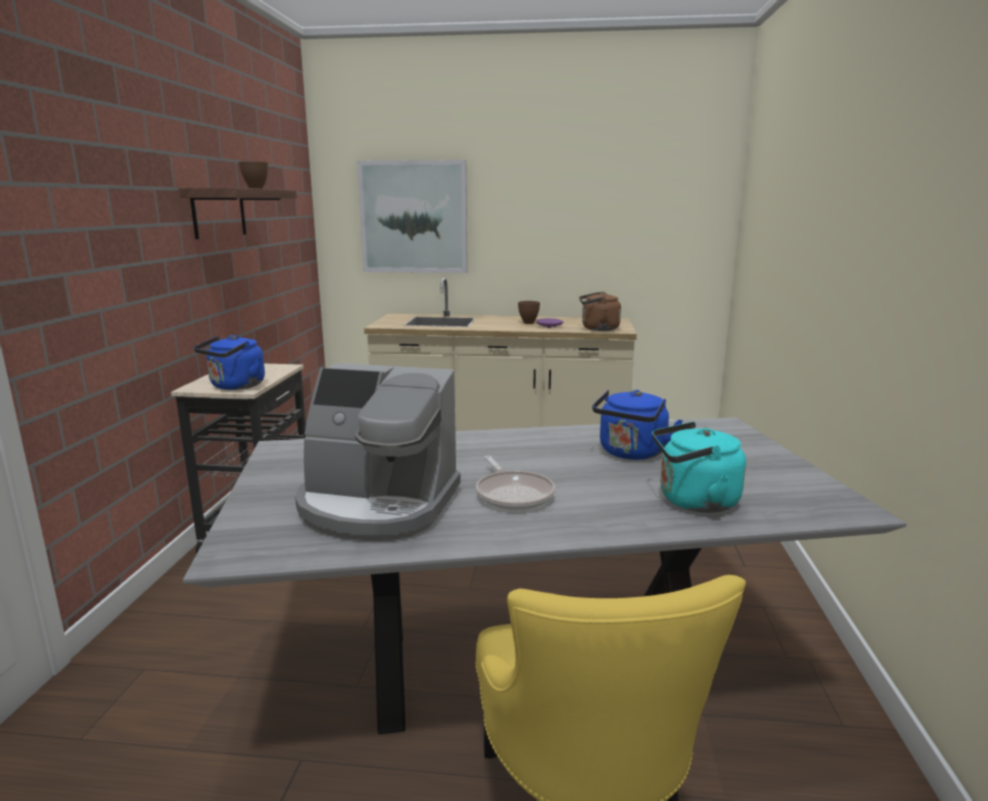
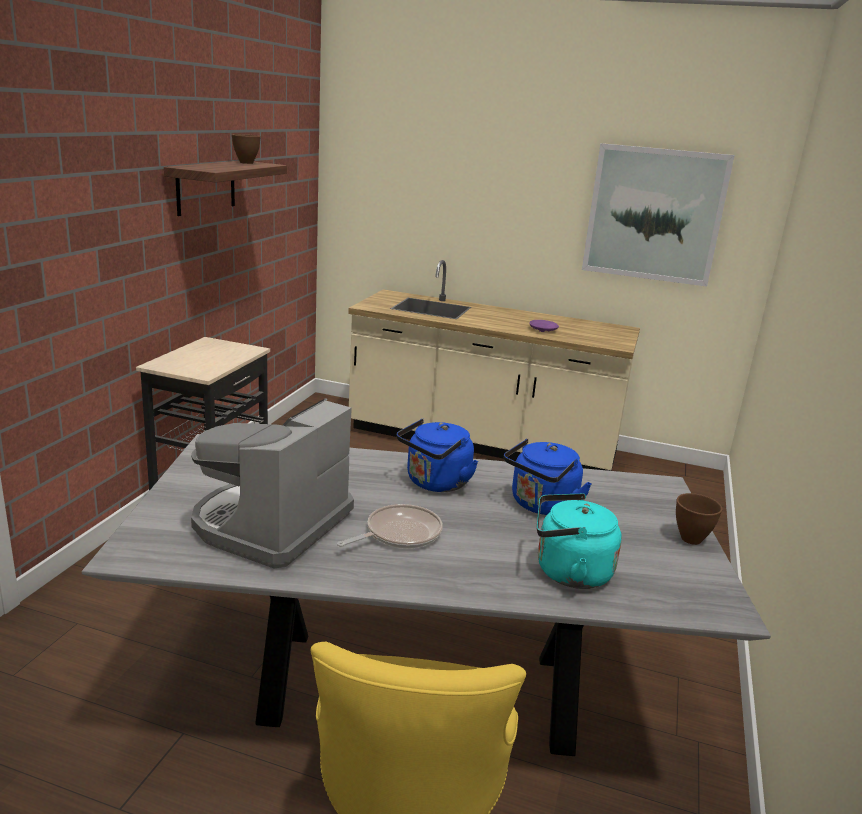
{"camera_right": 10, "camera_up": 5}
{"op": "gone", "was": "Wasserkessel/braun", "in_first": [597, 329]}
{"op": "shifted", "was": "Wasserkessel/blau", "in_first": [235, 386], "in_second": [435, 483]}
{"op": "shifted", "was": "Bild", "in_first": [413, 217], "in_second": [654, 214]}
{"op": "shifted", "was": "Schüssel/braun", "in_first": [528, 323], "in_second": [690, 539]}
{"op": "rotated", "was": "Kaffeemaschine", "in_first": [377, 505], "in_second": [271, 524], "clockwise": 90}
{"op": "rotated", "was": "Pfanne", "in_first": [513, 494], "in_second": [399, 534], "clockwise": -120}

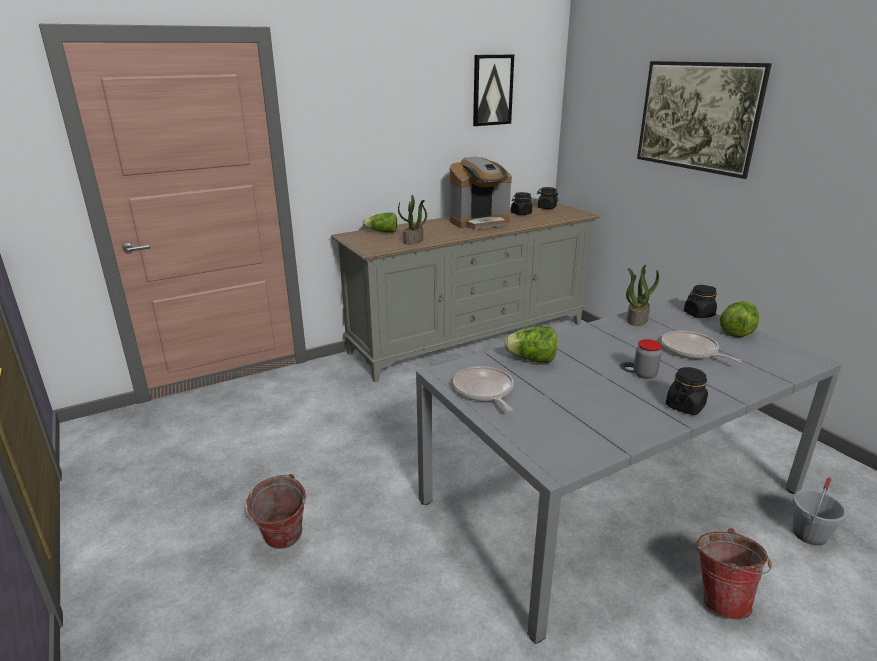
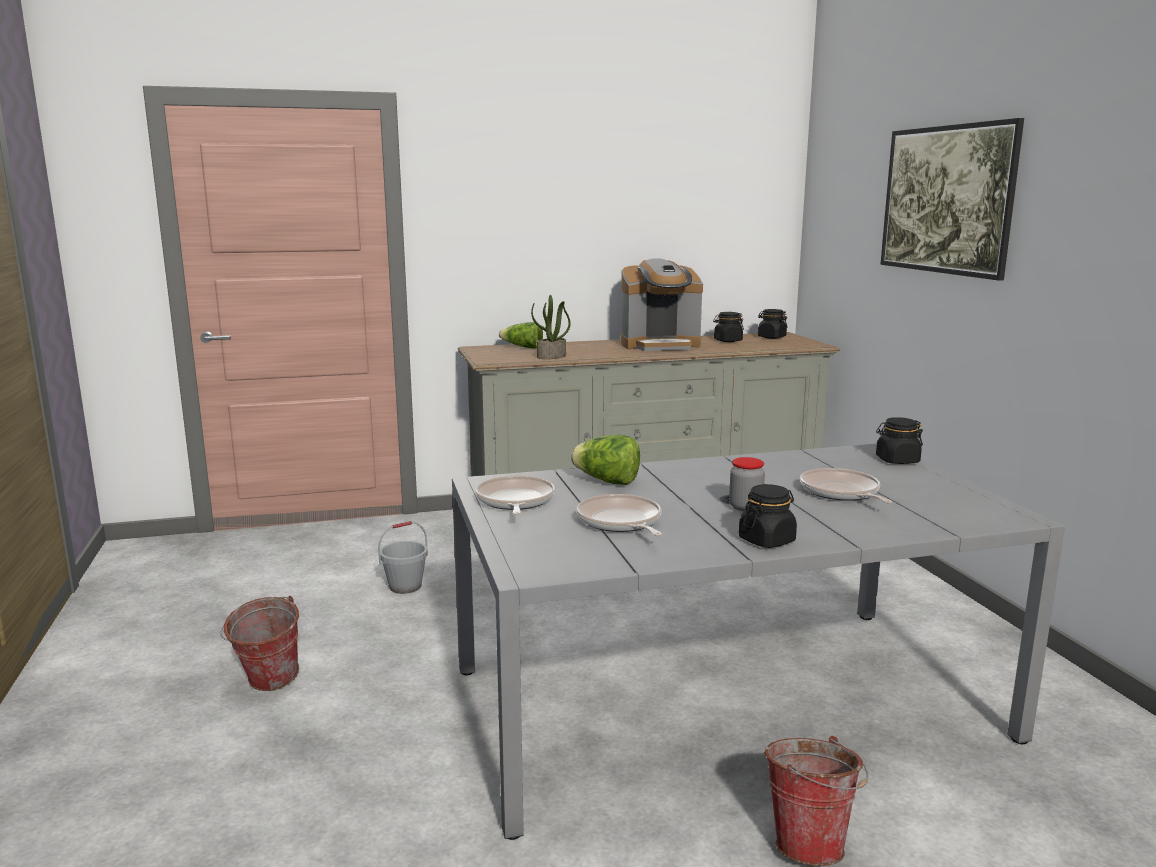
{"camera_right": 15, "camera_up": -10}
{"op": "gone", "was": "Bild", "in_first": [492, 90]}
{"op": "gone", "was": "Topfpflanze", "in_first": [636, 319]}
{"op": "gone", "was": "Salatkopf", "in_first": [737, 331]}
{"op": "new", "now": "Pfanne", "in_second": [620, 522]}
{"op": "shifted", "was": "Eimer/grau", "in_first": [809, 534], "in_second": [405, 586]}

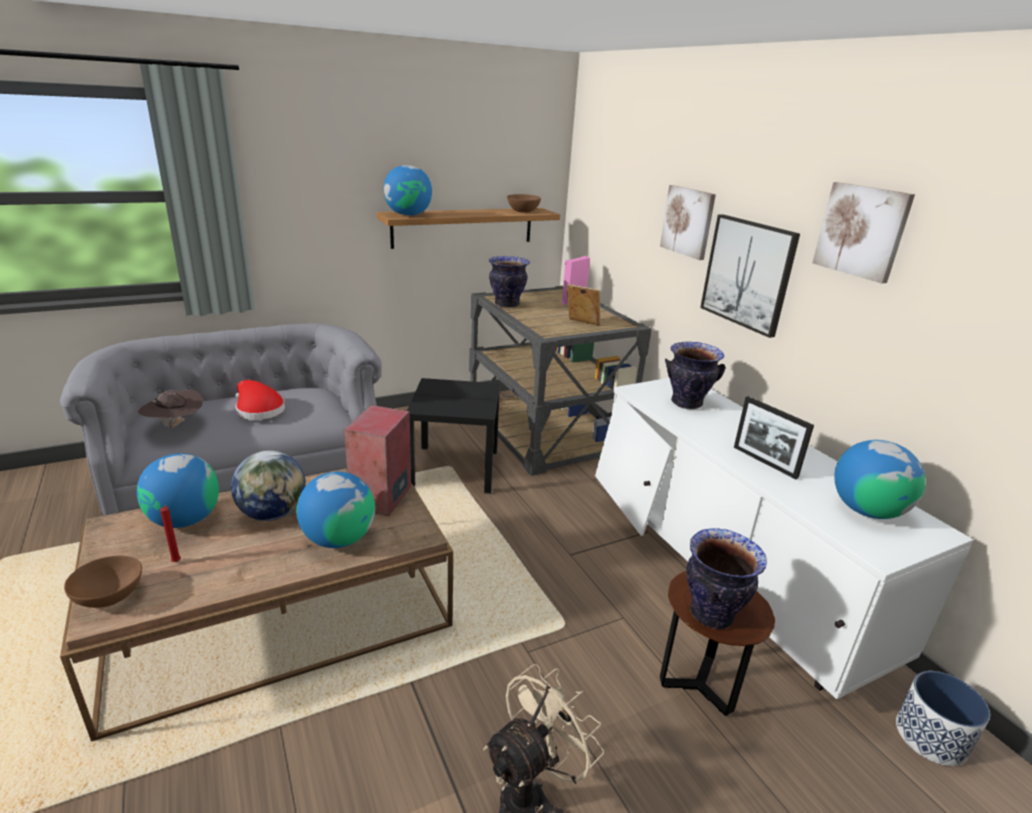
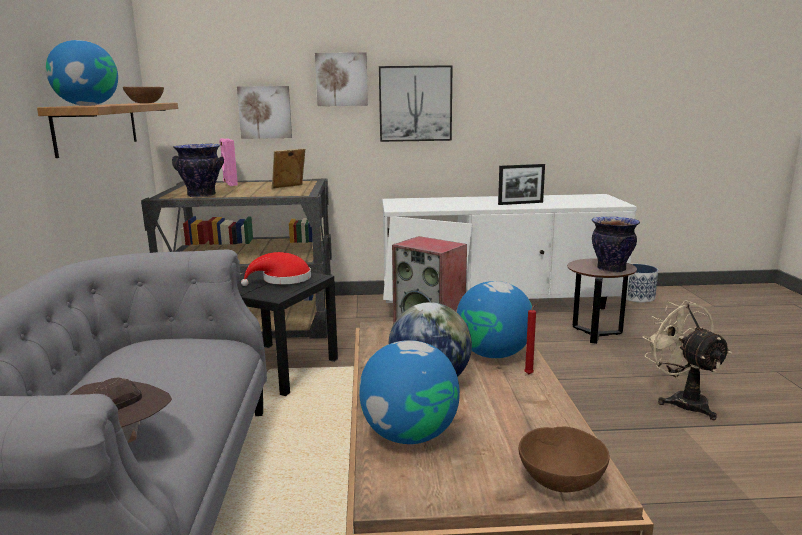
{"camera_right": -65, "camera_up": -10}
{"op": "gone", "was": "Vase", "in_first": [687, 403]}
{"op": "gone", "was": "Globus", "in_first": [866, 510]}
{"op": "shifted", "was": "Kerze/rot", "in_first": [177, 562], "in_second": [530, 374]}
{"op": "shifted", "was": "Hut/rot", "in_first": [258, 409], "in_second": [283, 280]}
{"op": "shifted", "was": "Bild", "in_first": [862, 231], "in_second": [265, 112]}

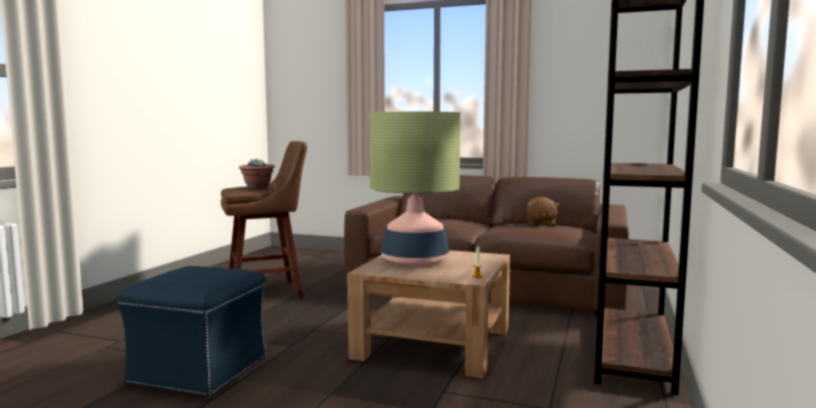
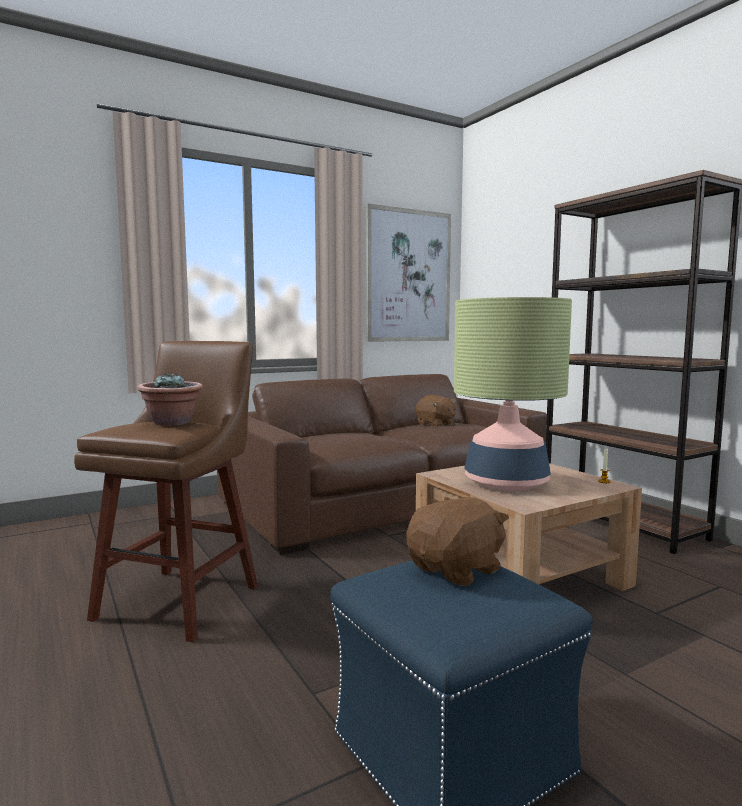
{"camera_right": -50, "camera_up": 0}
{"op": "new", "now": "Bild", "in_second": [408, 276]}
{"op": "new", "now": "Plüschtier/braun", "in_second": [457, 570]}

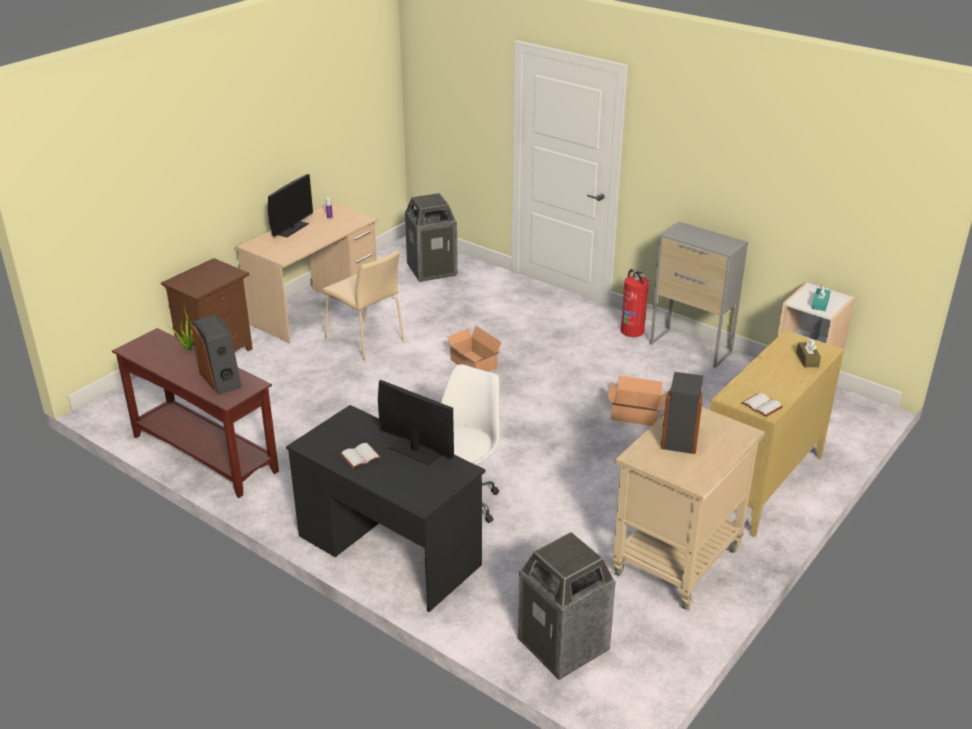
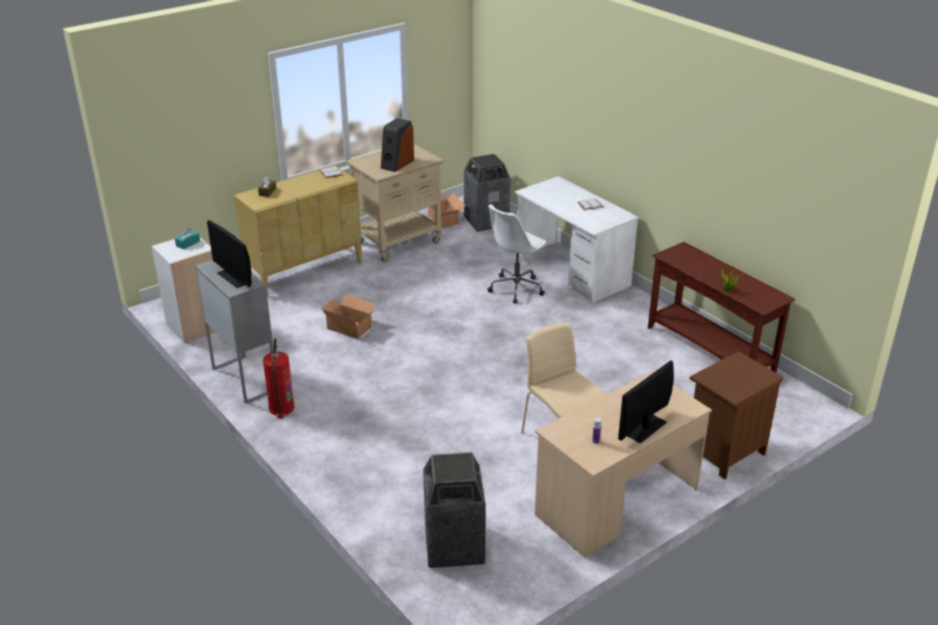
{"camera_right": -165, "camera_up": 0}
{"op": "gone", "was": "Lautsprecher", "in_first": [221, 379]}
{"op": "shifted", "was": "Monitor", "in_first": [415, 450], "in_second": [234, 277]}
{"op": "shifted", "was": "Karton", "in_first": [472, 365], "in_second": [444, 219]}
{"op": "repainted", "was": "Schreibtisch/schwarz", "now": "Schreibtisch/weiß", "in_first": [389, 550], "in_second": [571, 271]}

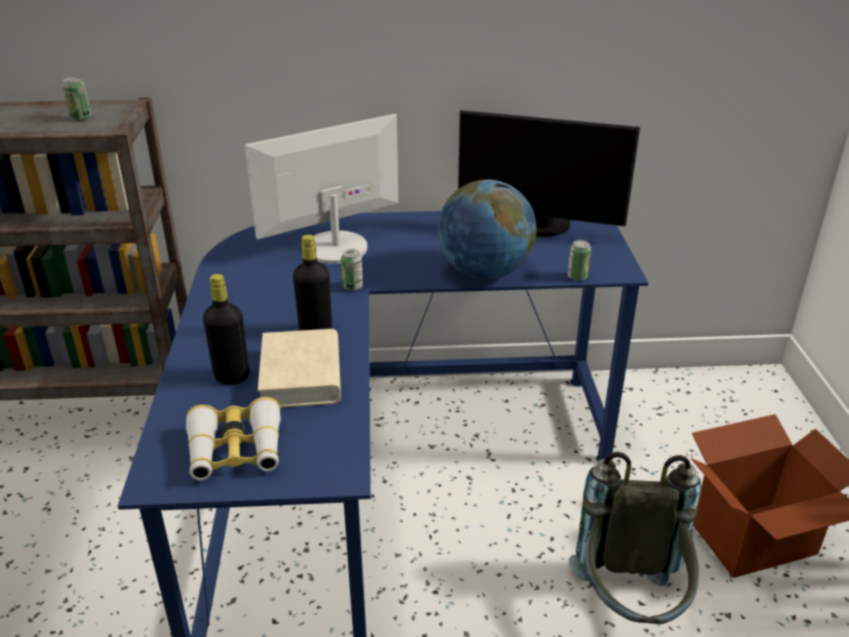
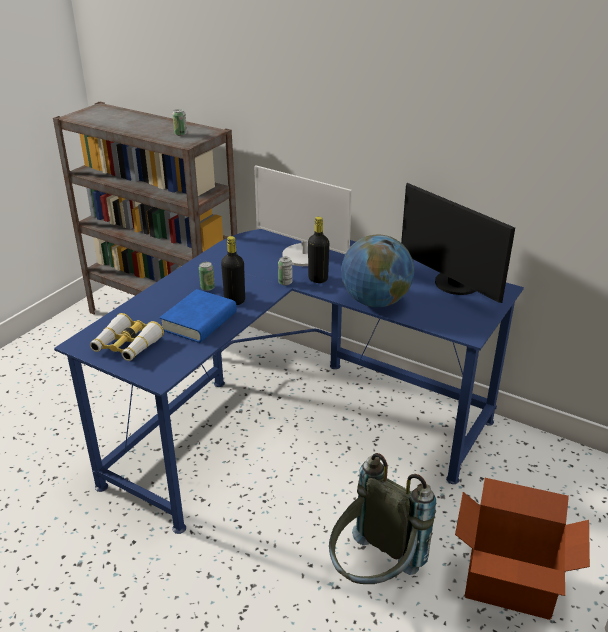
{"camera_right": 35, "camera_up": 0}
{"op": "shifted", "was": "Flasche/schwarz", "in_first": [232, 376], "in_second": [318, 279]}
{"op": "shifted", "was": "Dose", "in_first": [577, 277], "in_second": [207, 288]}
{"op": "repainted", "was": "Buch/beige", "now": "Buch/blau", "in_first": [301, 376], "in_second": [199, 321]}
{"op": "rotated", "was": "Monitor", "in_first": [335, 248], "in_second": [304, 256], "clockwise": -150}

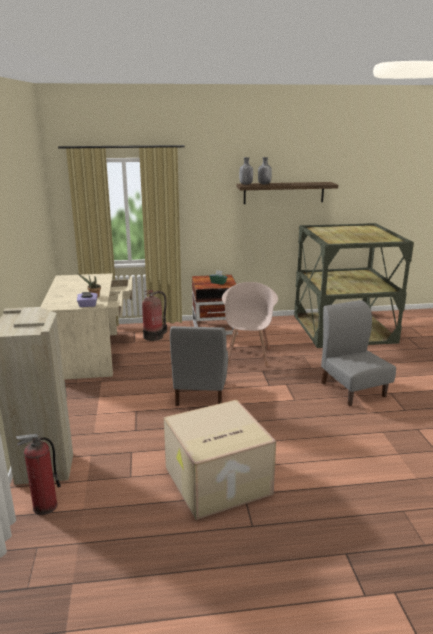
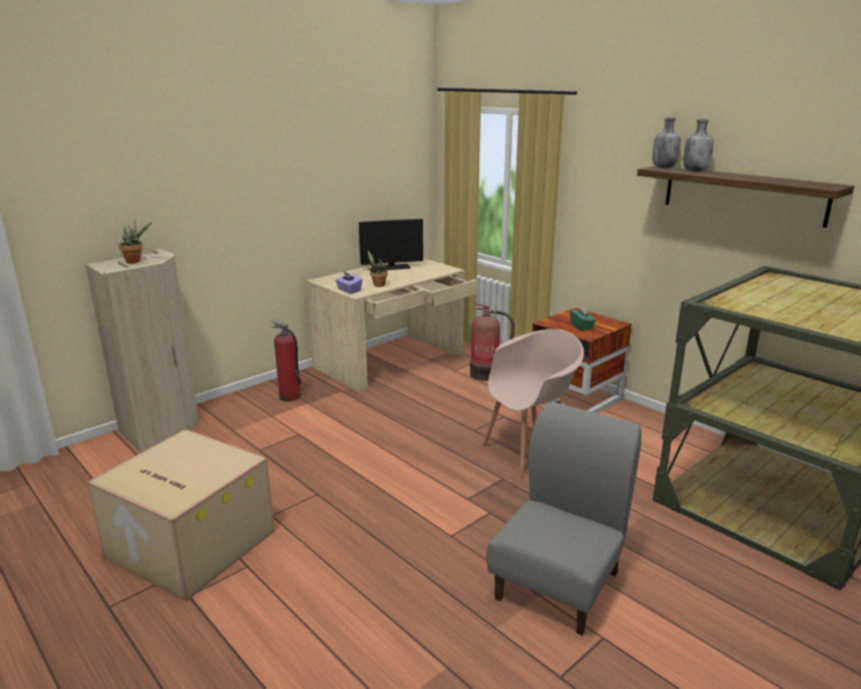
{"camera_right": 55, "camera_up": 0}
{"op": "gone", "was": "Stuhl/grau", "in_first": [200, 393]}
{"op": "new", "now": "Topfpflanze", "in_second": [136, 261]}
{"op": "new", "now": "Monitor", "in_second": [391, 267]}
{"op": "shifted", "was": "Feuerlöscher", "in_first": [45, 506], "in_second": [289, 397]}

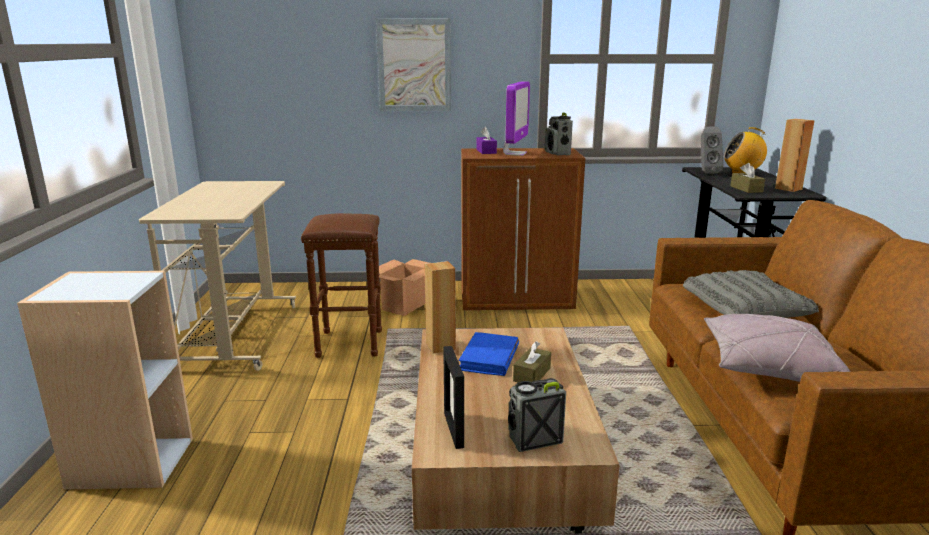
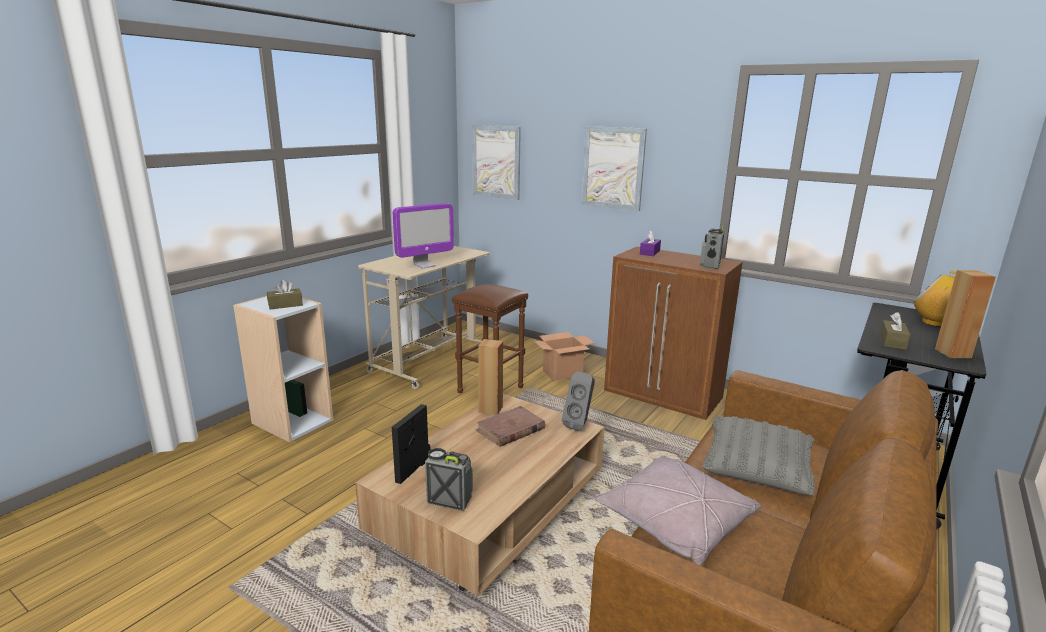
{"camera_right": 35, "camera_up": 0}
{"op": "new", "now": "Bild", "in_second": [496, 162]}
{"op": "shifted", "was": "Monitor", "in_first": [514, 153], "in_second": [424, 265]}
{"op": "shifted", "was": "Taschentuchbox/braun", "in_first": [532, 374], "in_second": [285, 305]}
{"op": "shifted", "was": "Lautsprecher/grau", "in_first": [706, 173], "in_second": [580, 424]}
{"op": "repainted", "was": "Buch/blau", "now": "Buch/braun", "in_first": [489, 358], "in_second": [510, 429]}

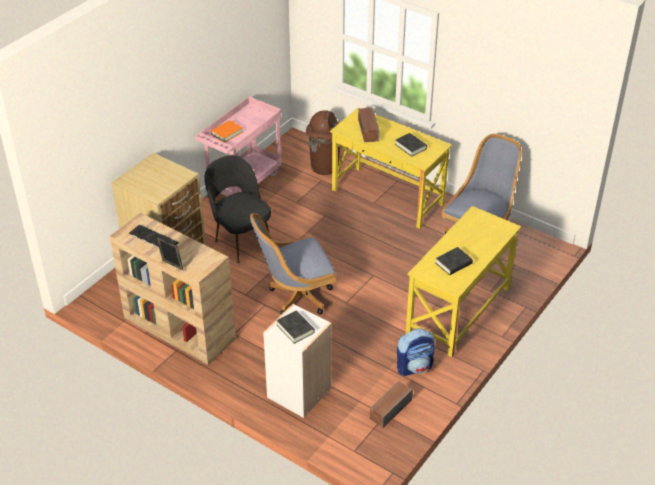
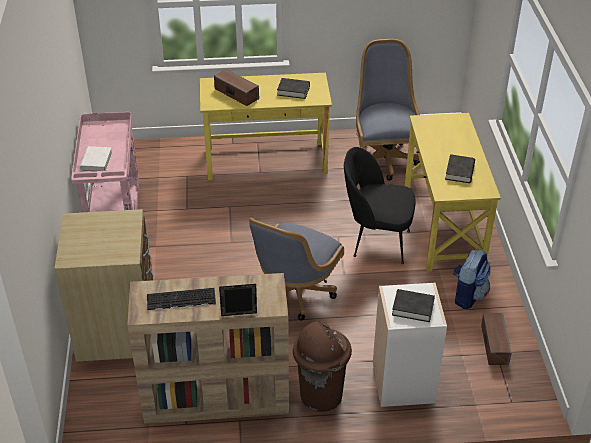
{"camera_right": -40, "camera_up": 0}
{"op": "shifted", "was": "Stuhl/schwarz", "in_first": [241, 241], "in_second": [376, 243]}
{"op": "shifted", "was": "Mülleimer/braun", "in_first": [325, 166], "in_second": [320, 394]}
{"op": "repainted", "was": "Buch/orange", "now": "Buch/weiß", "in_first": [227, 133], "in_second": [96, 162]}

